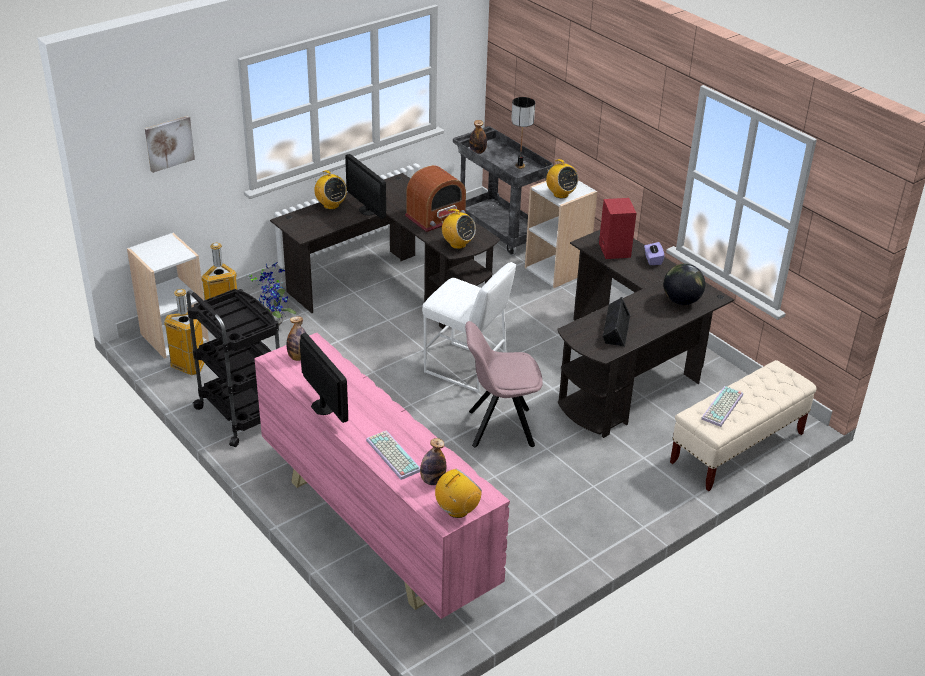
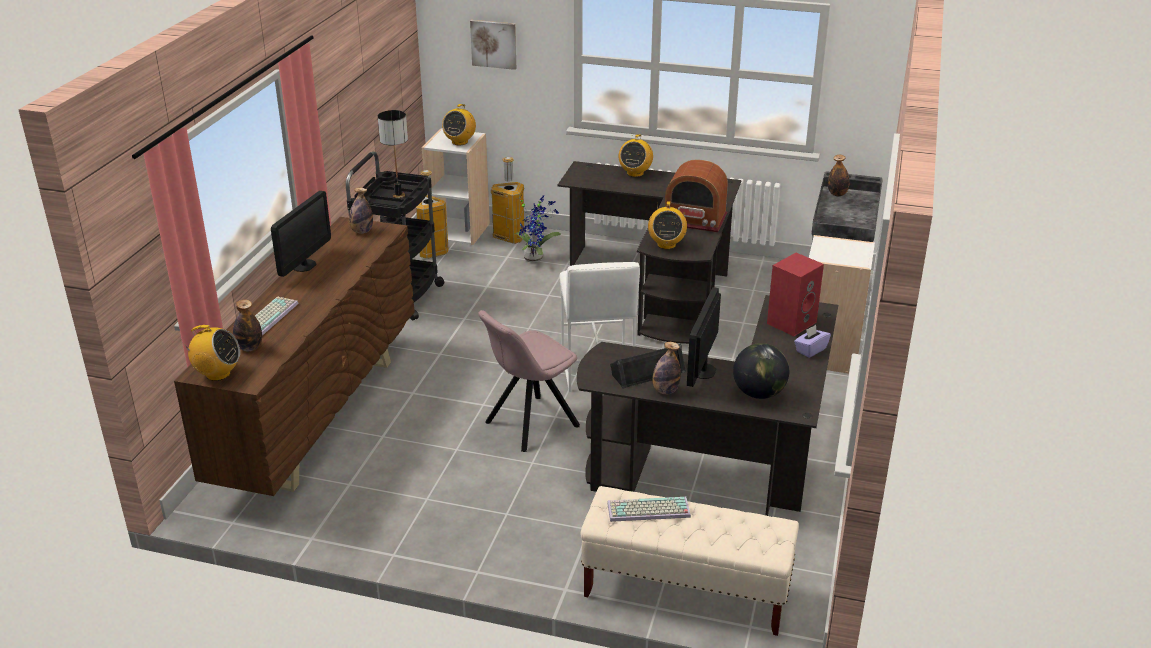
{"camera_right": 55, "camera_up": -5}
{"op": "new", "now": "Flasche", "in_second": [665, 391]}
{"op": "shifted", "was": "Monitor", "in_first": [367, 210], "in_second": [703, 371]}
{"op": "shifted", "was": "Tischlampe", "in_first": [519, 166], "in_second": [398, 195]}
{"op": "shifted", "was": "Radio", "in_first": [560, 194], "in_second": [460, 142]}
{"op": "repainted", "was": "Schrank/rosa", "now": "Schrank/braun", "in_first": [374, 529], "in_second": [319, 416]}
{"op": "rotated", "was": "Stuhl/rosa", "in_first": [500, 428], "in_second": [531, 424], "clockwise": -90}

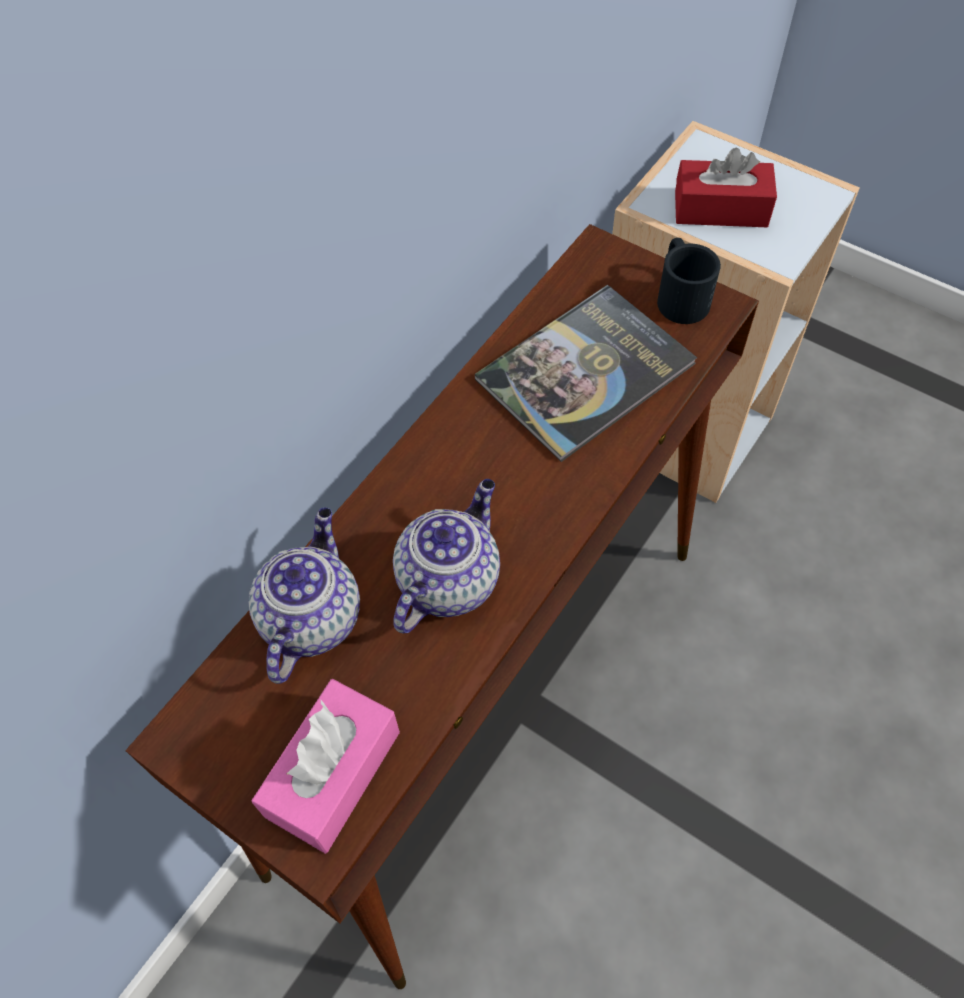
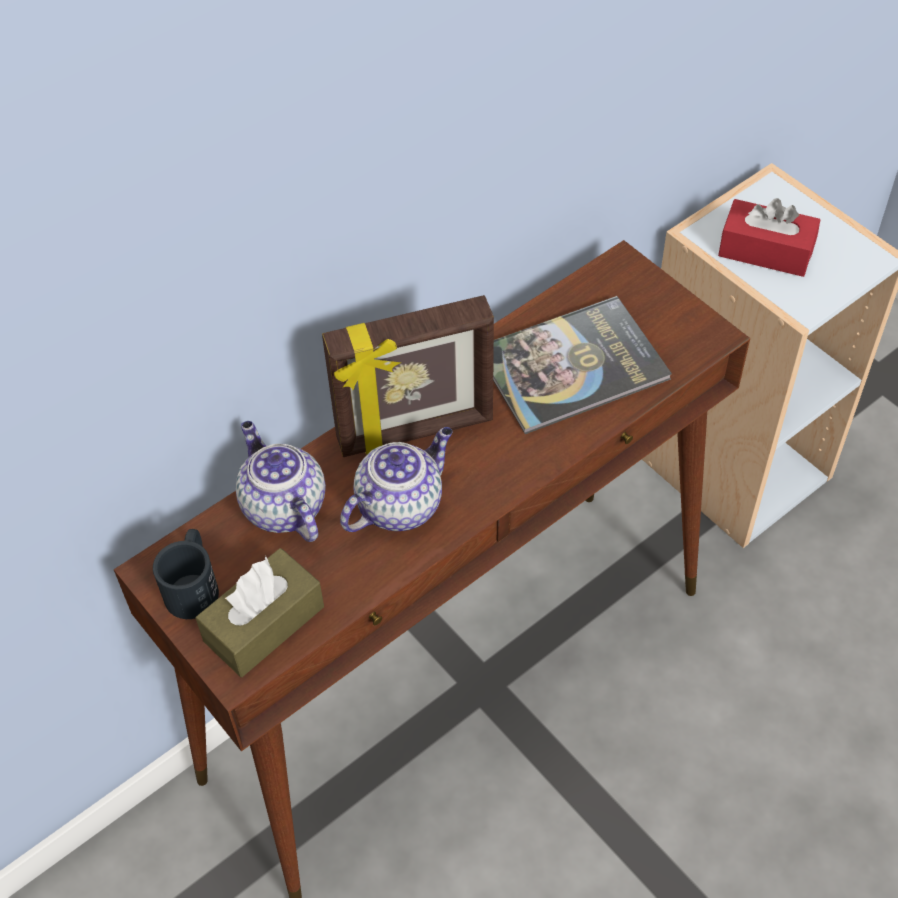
{"camera_right": 15, "camera_up": -5}
{"op": "new", "now": "Bilderrahmen", "in_second": [415, 432]}
{"op": "shifted", "was": "Henkelbecher/schwarz", "in_first": [679, 295], "in_second": [193, 584]}
{"op": "repainted", "was": "Taschentuchbox/rosa", "now": "Taschentuchbox/braun", "in_first": [333, 773], "in_second": [264, 624]}
{"op": "rotated", "was": "Teekanne", "in_first": [311, 616], "in_second": [282, 506], "clockwise": -60}

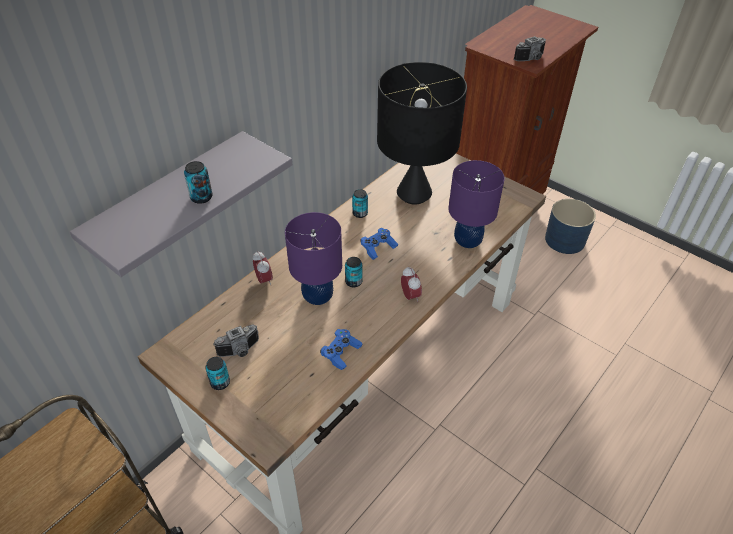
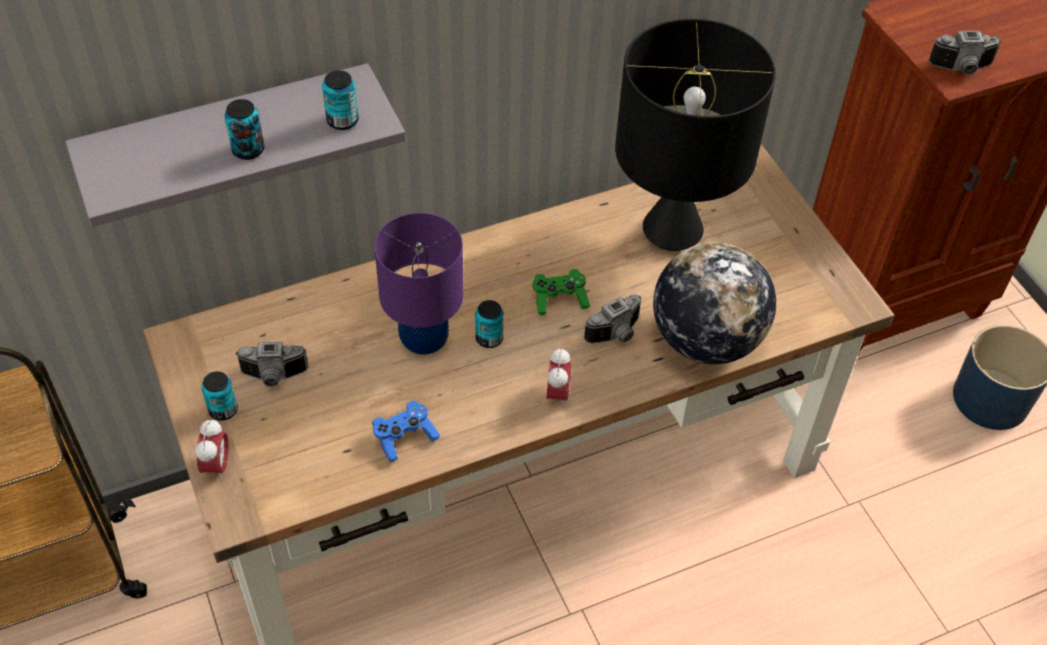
{"camera_right": 25, "camera_up": 5}
{"op": "new", "now": "Kamera", "in_second": [617, 334]}
{"op": "shifted", "was": "Wecker", "in_first": [264, 280], "in_second": [217, 466]}
{"op": "shifted", "was": "Dose", "in_first": [360, 213], "in_second": [342, 121]}
{"op": "swapped", "was": "Tischlampe/lila", "now": "Globus", "in_first": [467, 240], "in_second": [705, 340]}
{"op": "repainted", "was": "Gamepad/blau", "now": "Gamepad/grün", "in_first": [378, 248], "in_second": [559, 299]}

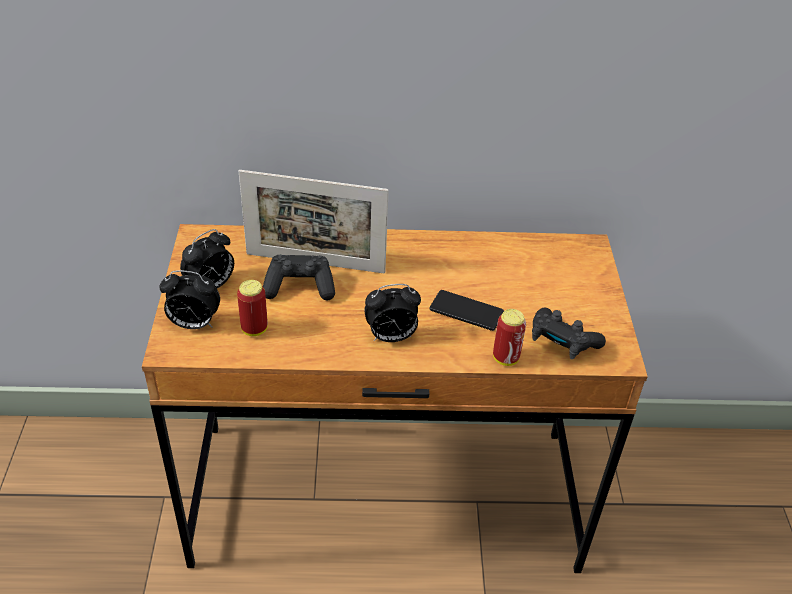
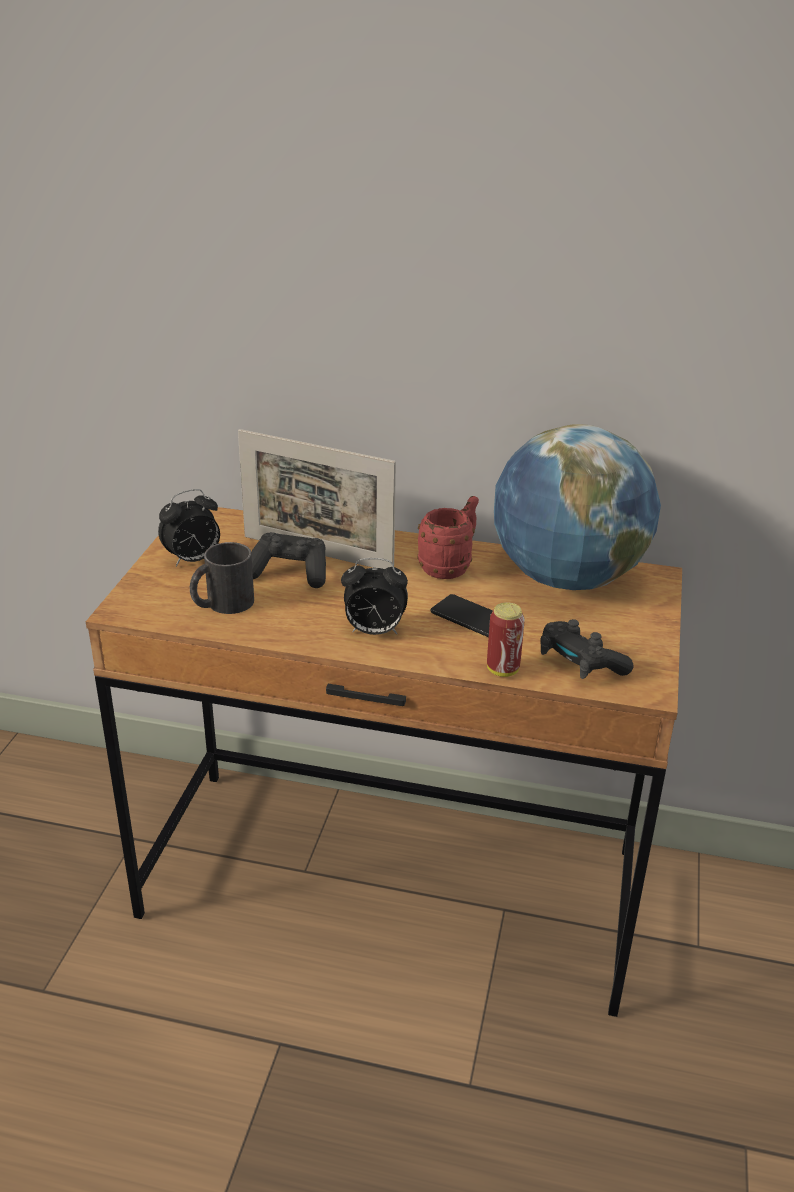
{"camera_right": 15, "camera_up": -10}
{"op": "gone", "was": "Wecker", "in_first": [193, 324]}
{"op": "new", "now": "Henkelbecher/rot", "in_second": [450, 566]}
{"op": "new", "now": "Globus", "in_second": [566, 578]}
{"op": "swapped", "was": "Dose", "now": "Henkelbecher/schwarz", "in_first": [254, 329], "in_second": [222, 604]}

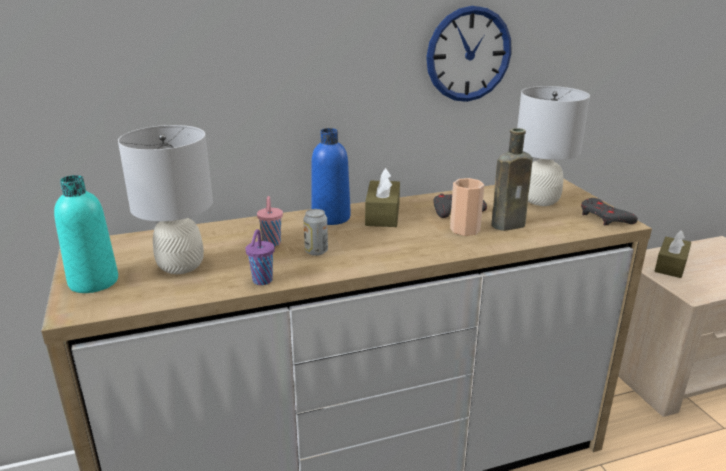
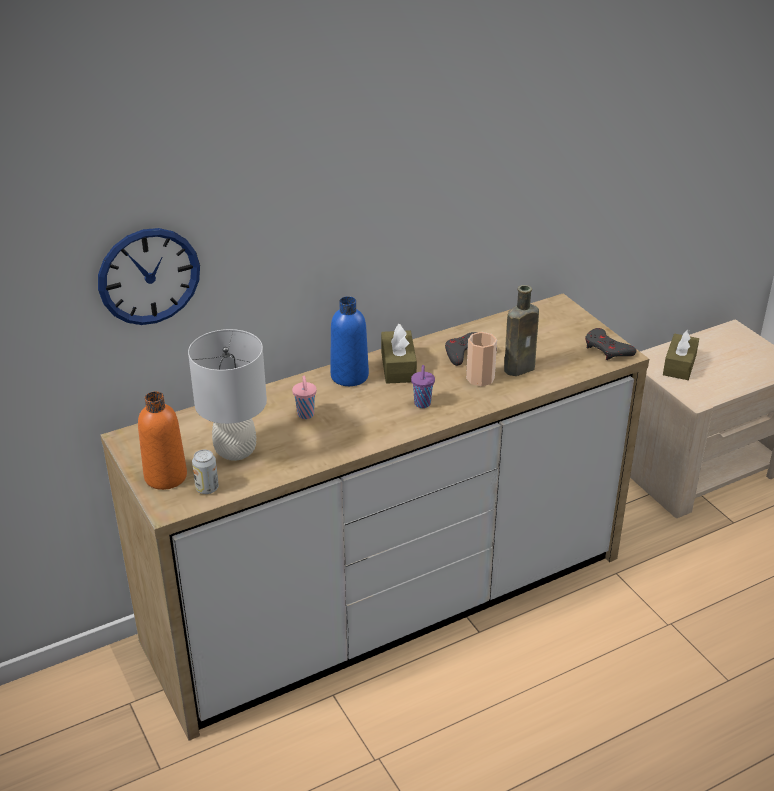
{"camera_right": -10, "camera_up": 10}
{"op": "gone", "was": "Tischlampe/grau", "in_first": [539, 201]}
{"op": "shifted", "was": "Tasse/lila", "in_first": [262, 281], "in_second": [422, 404]}
{"op": "shifted", "was": "Dose", "in_first": [316, 251], "in_second": [207, 488]}
{"op": "shifted", "was": "Wanduhr", "in_first": [468, 54], "in_second": [149, 276]}
{"op": "repainted", "was": "Flasche/türkis", "now": "Flasche/orange", "in_first": [93, 282], "in_second": [165, 476]}

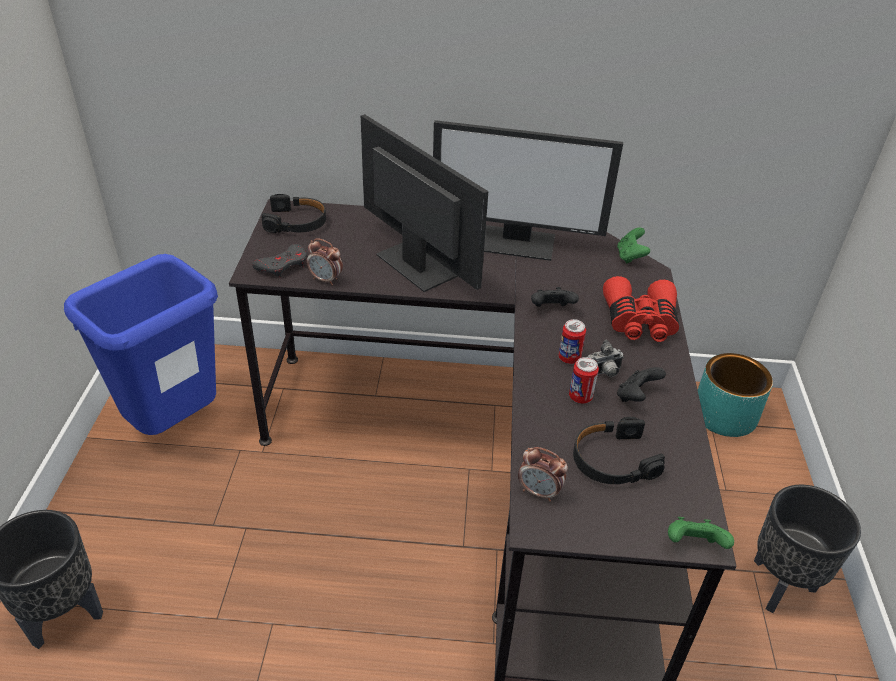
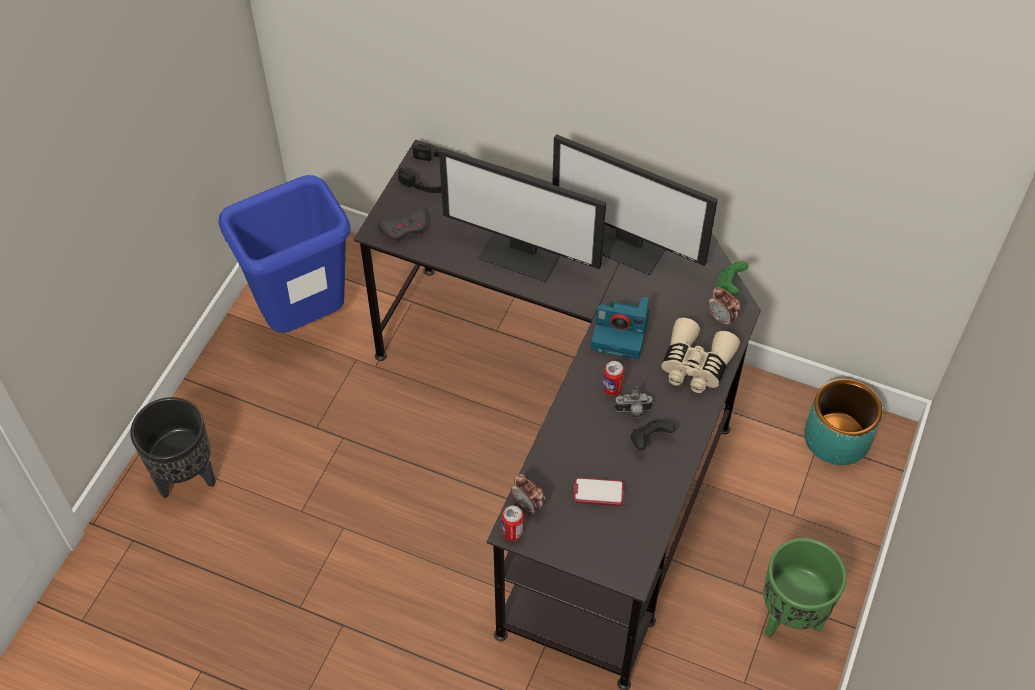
{"camera_right": 20, "camera_up": 15}
{"op": "gone", "was": "Gamepad/grün", "in_first": [693, 545]}
{"op": "shifted", "was": "Wecker", "in_first": [326, 280], "in_second": [722, 318]}
{"op": "shifted", "was": "Dose", "in_first": [580, 397], "in_second": [512, 532]}
{"op": "swapped", "was": "Gamepad/schwarz", "now": "Kamera", "in_first": [551, 309], "in_second": [621, 333]}
{"op": "swapped", "was": "Kopfhörer/schwarz", "now": "Handy", "in_first": [612, 460], "in_second": [598, 492]}
{"op": "repainted", "was": "Fernglas/rot", "now": "Fernglas/beige", "in_first": [640, 322], "in_second": [695, 365]}
{"op": "repainted", "was": "Pflanzkübel/schwarz", "now": "Pflanzkübel/grün", "in_first": [780, 586], "in_second": [790, 617]}
{"op": "rotated", "was": "Monitor", "in_first": [416, 264], "in_second": [522, 253], "clockwise": 135}

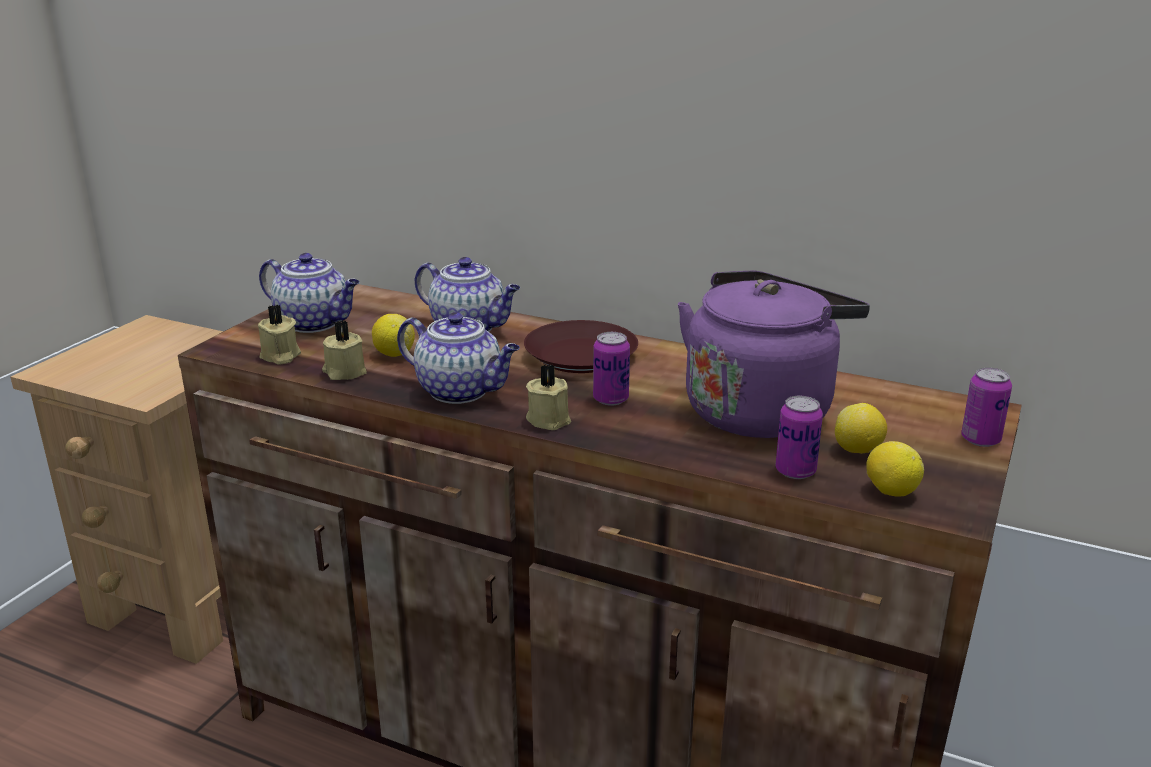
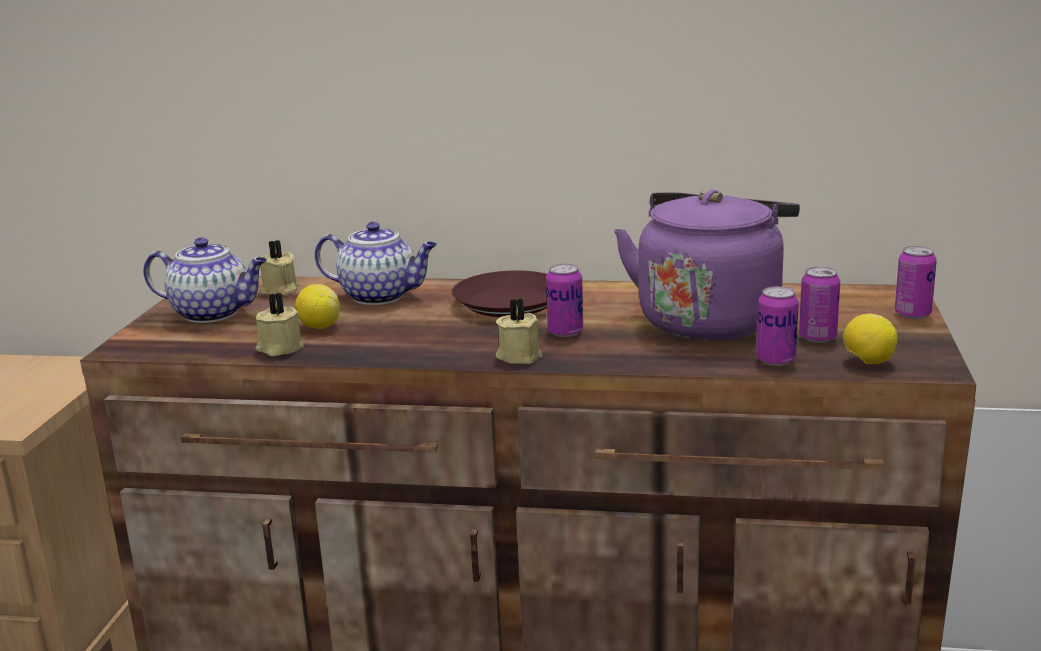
{"camera_right": -15, "camera_up": -5}
{"op": "gone", "was": "Teekanne", "in_first": [461, 391]}
{"op": "shifted", "was": "Kerze/beige", "in_first": [280, 356], "in_second": [280, 290]}
{"op": "swapped", "was": "Zitrone", "now": "Dose", "in_first": [858, 451], "in_second": [817, 337]}

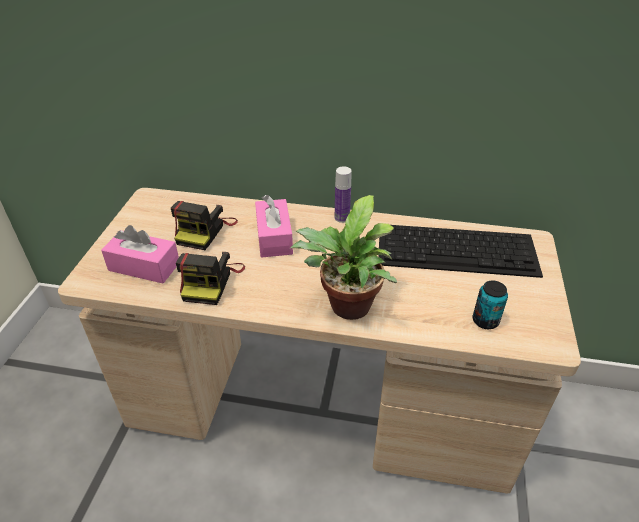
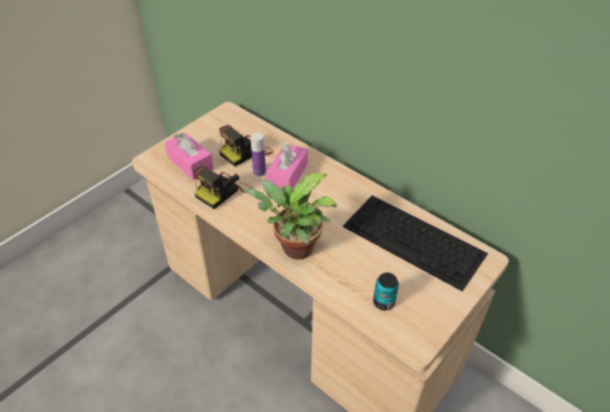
{"camera_right": 30, "camera_up": 5}
{"op": "shifted", "was": "Flasche", "in_first": [342, 218], "in_second": [259, 172]}

